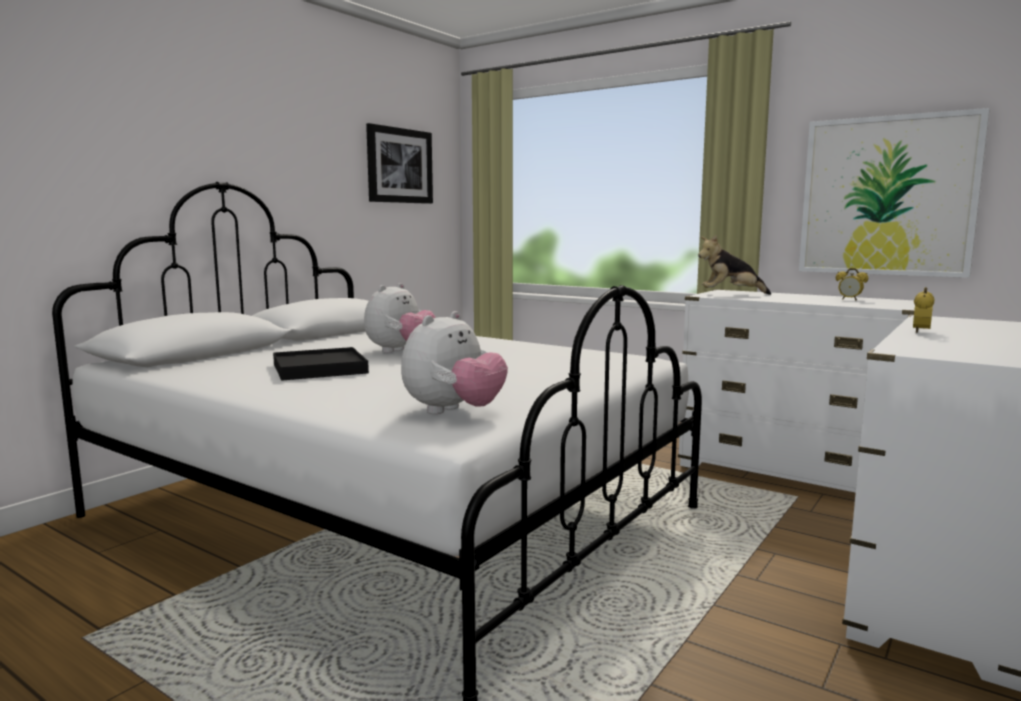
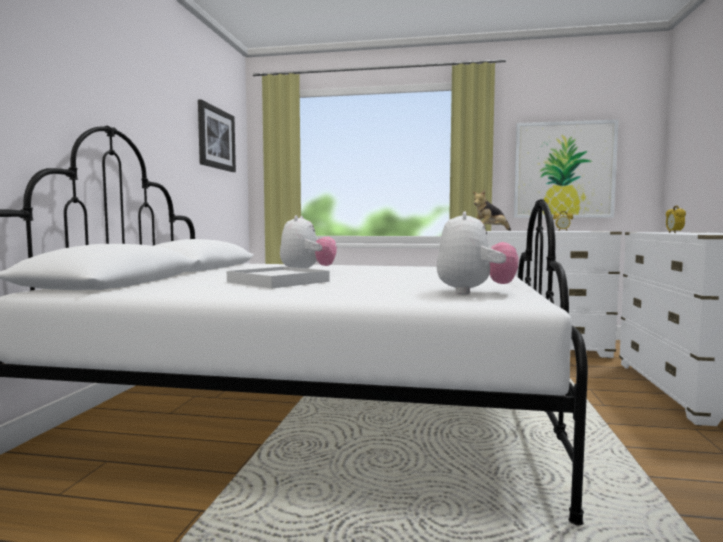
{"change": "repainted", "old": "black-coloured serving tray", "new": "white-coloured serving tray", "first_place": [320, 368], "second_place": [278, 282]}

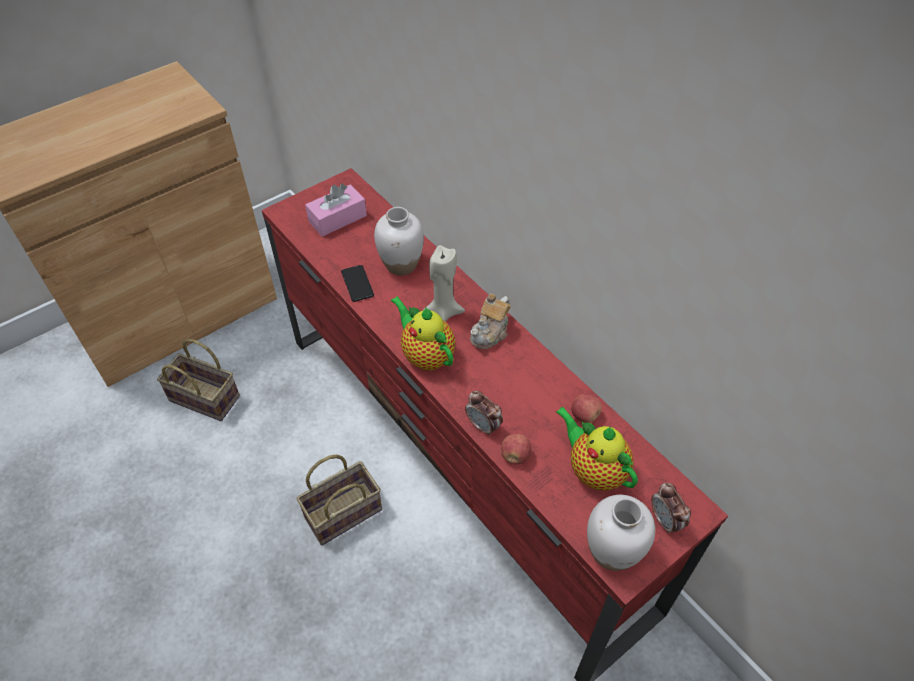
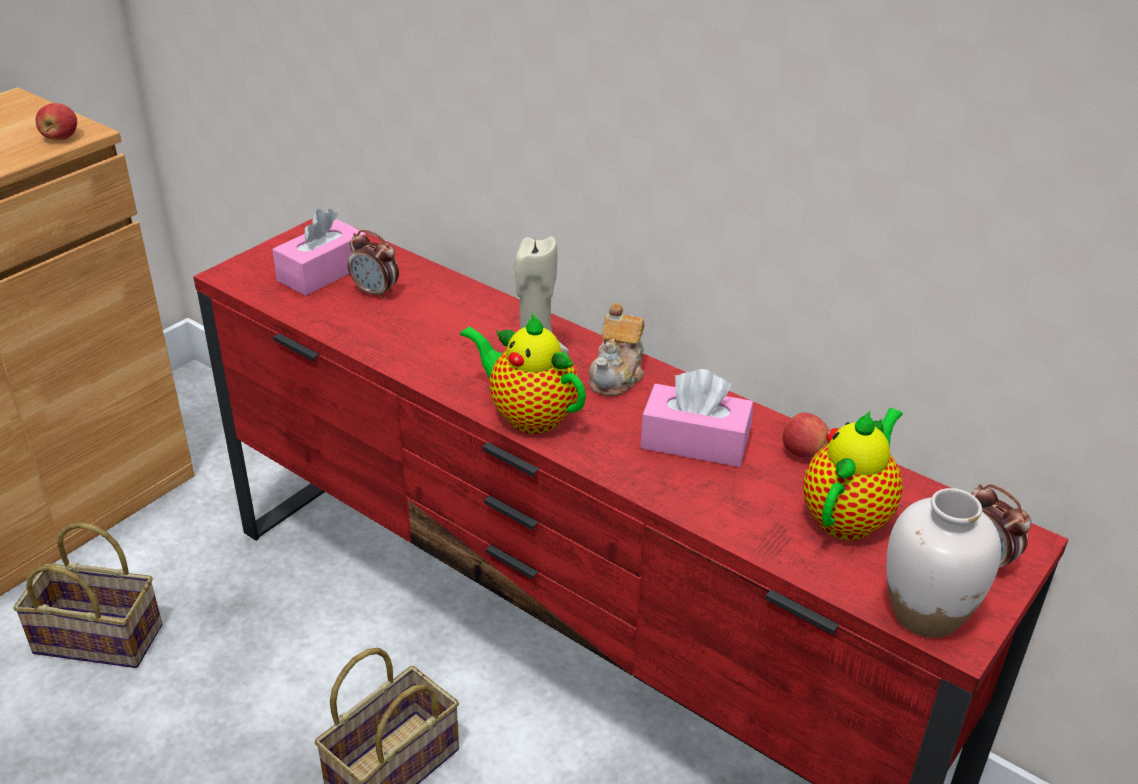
{"change": "gone", "old": "handset", "first_place": [357, 284]}
{"change": "gone", "old": "white-coloured decorative vase", "first_place": [401, 265]}
{"change": "new", "new": "pinkish tissue box", "second_place": [694, 442]}
{"change": "shifted", "old": "table clock", "first_place": [483, 426], "second_place": [375, 292]}
{"change": "shifted", "old": "apple fruit", "first_place": [515, 456], "second_place": [60, 138]}
{"change": "rotated", "old": "tea pot", "first_place": [594, 470], "second_place": [848, 516], "degrees": 90}

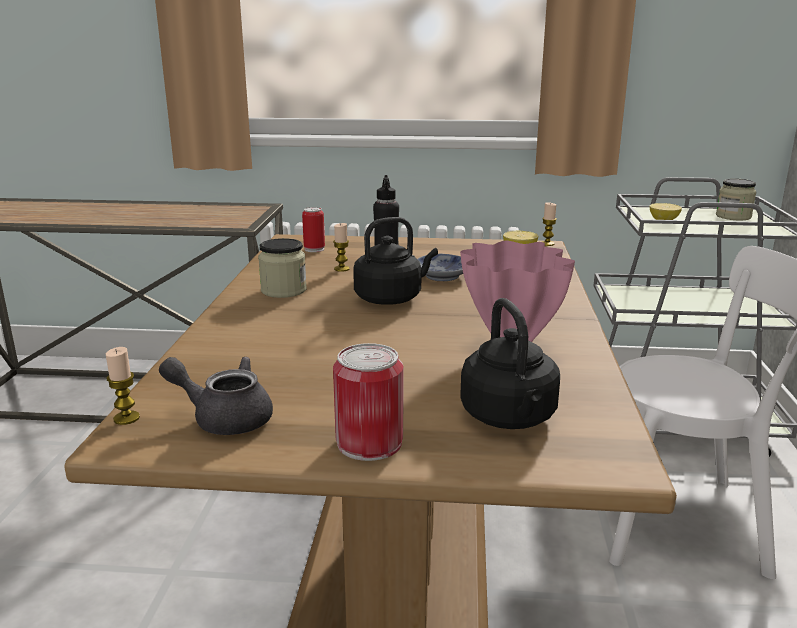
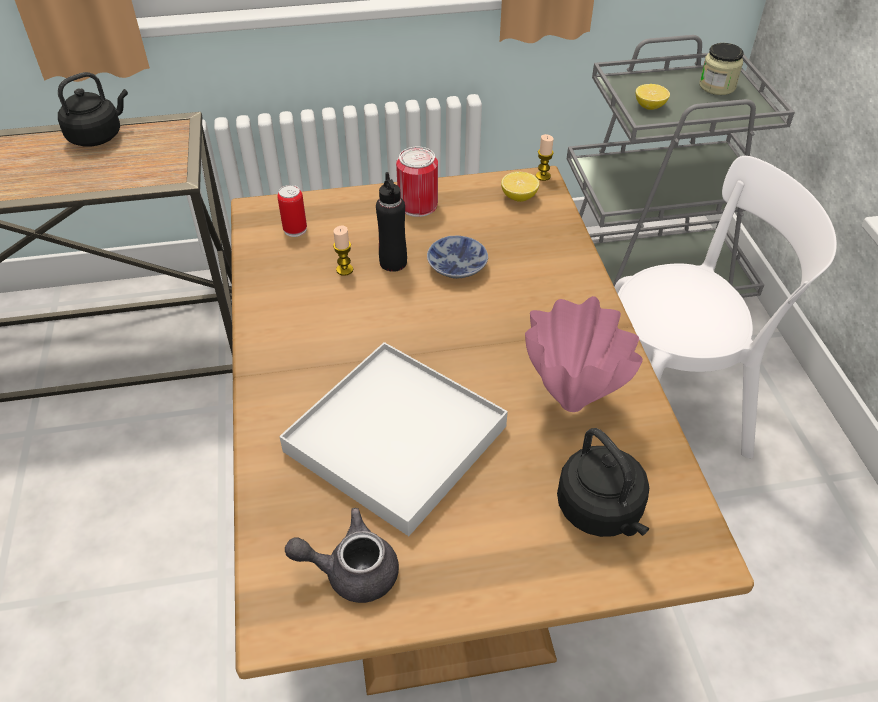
{"change": "gone", "old": "candle", "first_place": [126, 418]}
{"change": "gone", "old": "storage jar", "first_place": [283, 290]}
{"change": "new", "new": "white-coloured serving tray", "second_place": [395, 438]}
{"change": "shifted", "old": "can", "first_place": [369, 442], "second_place": [418, 205]}
{"change": "shifted", "old": "black-coloured tea kettle", "first_place": [391, 298], "second_place": [98, 136]}

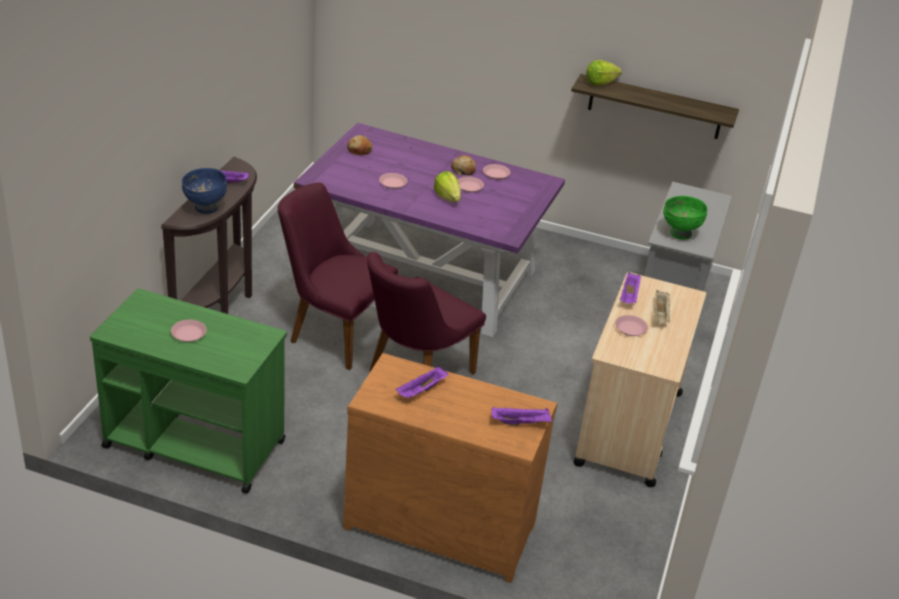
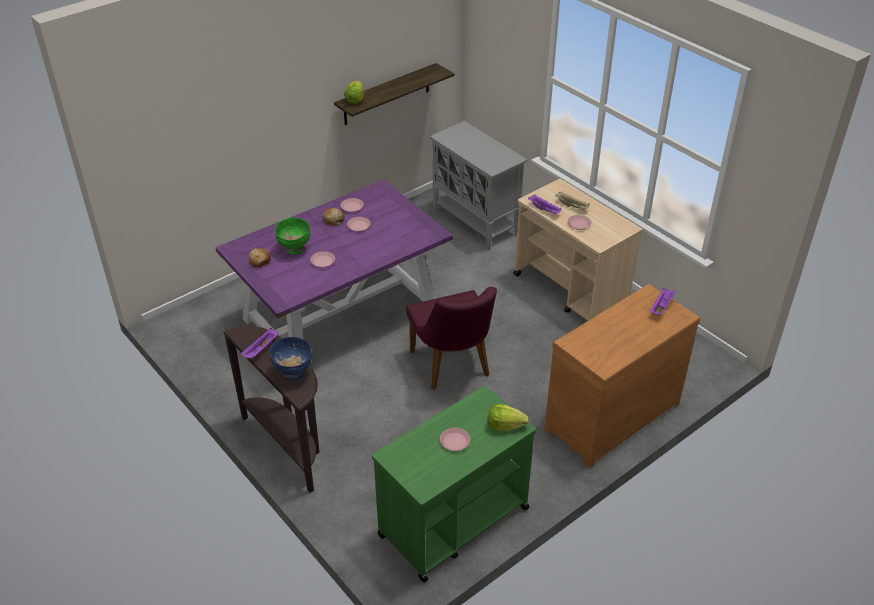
{"change": "gone", "old": "purple chair", "first_place": [332, 332]}
{"change": "gone", "old": "purple serving tray", "first_place": [421, 391]}
{"change": "shifted", "old": "lettuce head", "first_place": [447, 197], "second_place": [505, 426]}
{"change": "shifted", "old": "greenish serving bowl", "first_place": [680, 233], "second_place": [294, 249]}

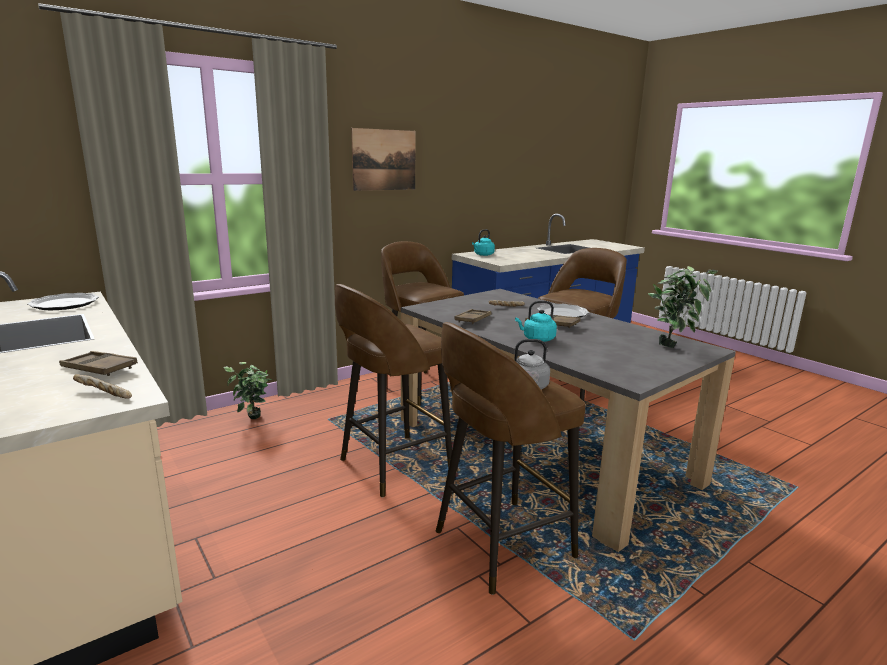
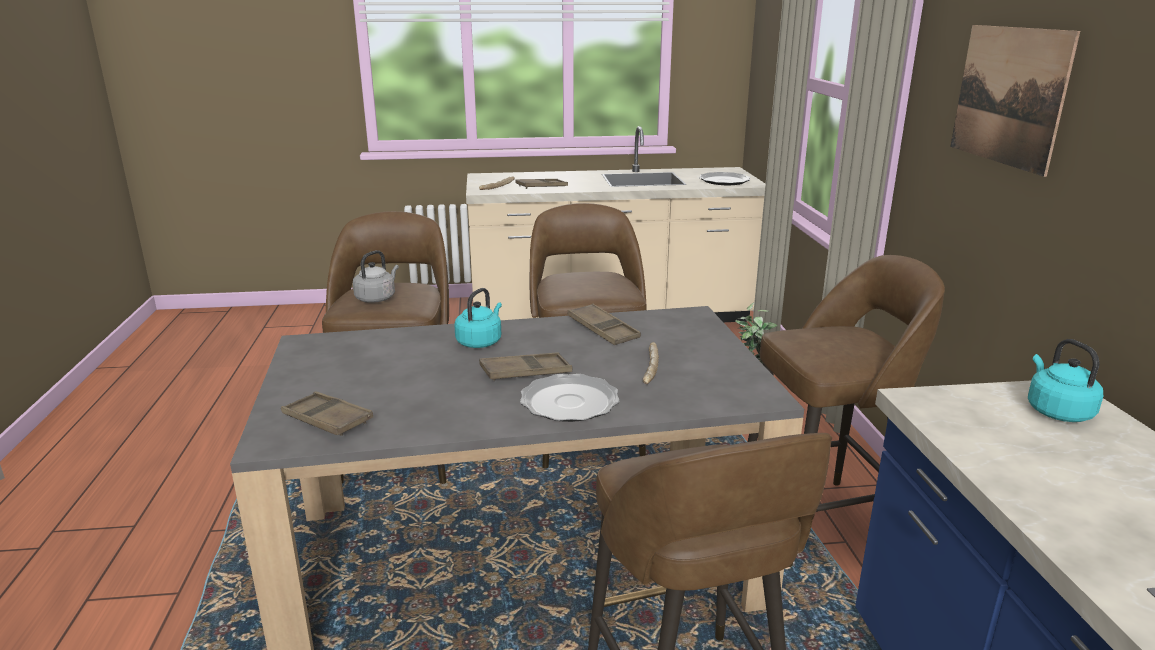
{"change": "swapped", "old": "houseplant", "new": "brown serving tray", "first_place": [672, 345], "second_place": [327, 420]}

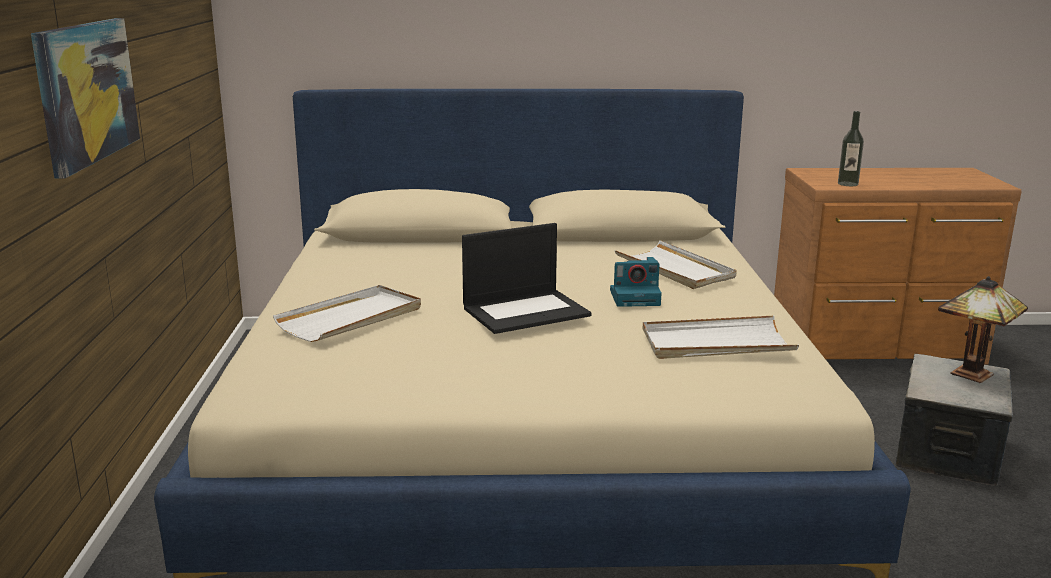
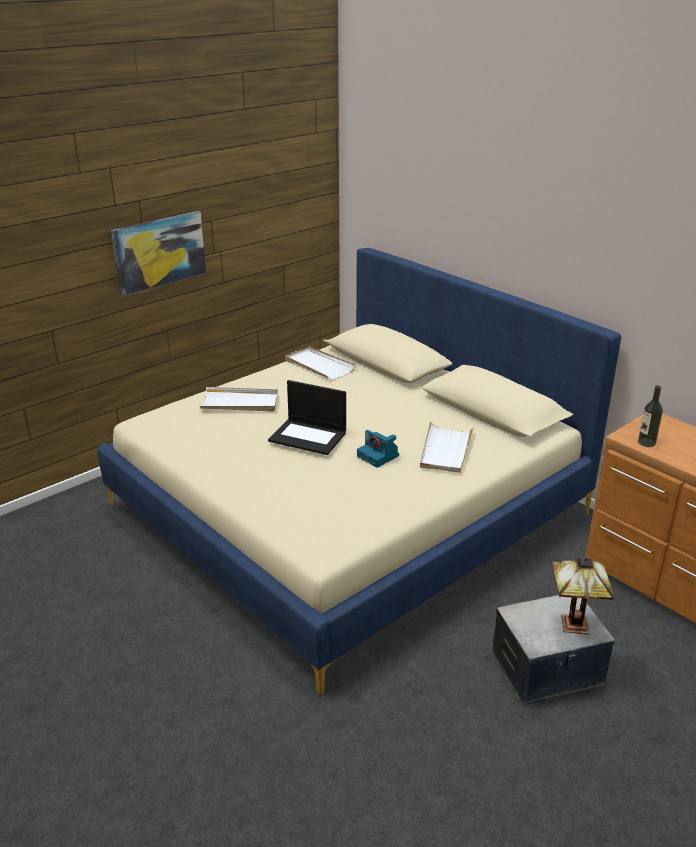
{"change": "shifted", "old": "white-coloured serving tray", "first_place": [716, 343], "second_place": [319, 366]}

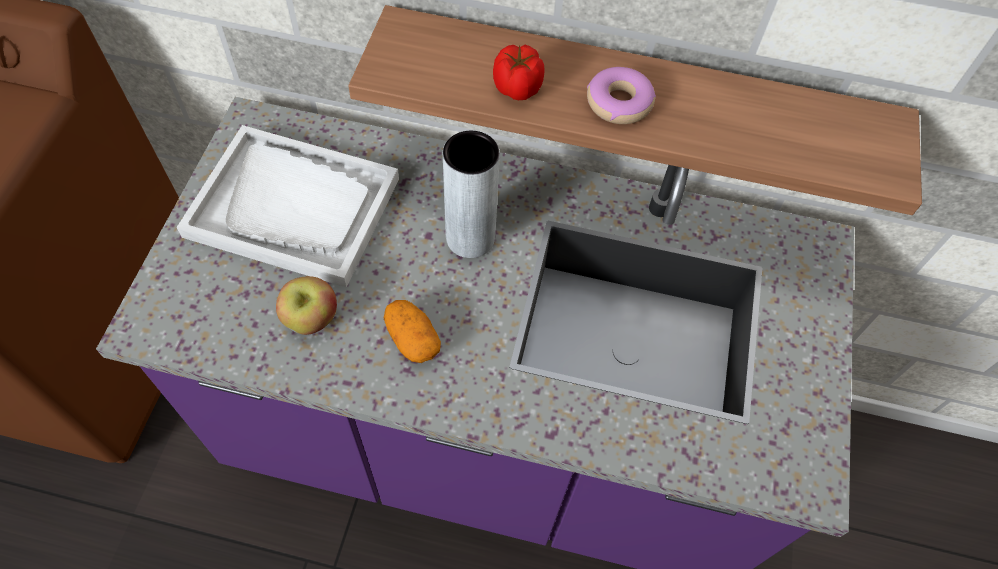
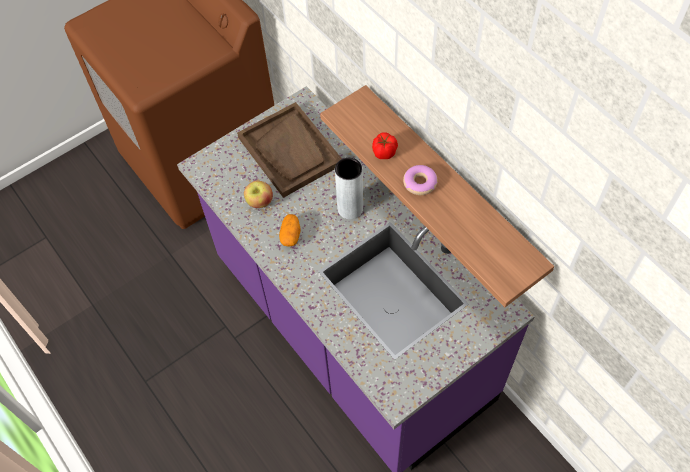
{"change": "repainted", "old": "white-coloured serving tray", "new": "brown serving tray", "first_place": [294, 207], "second_place": [290, 151]}

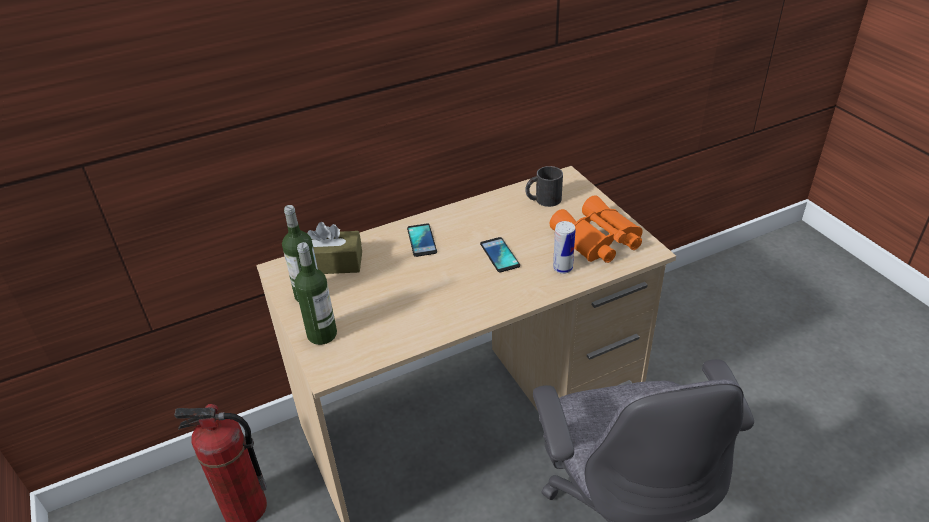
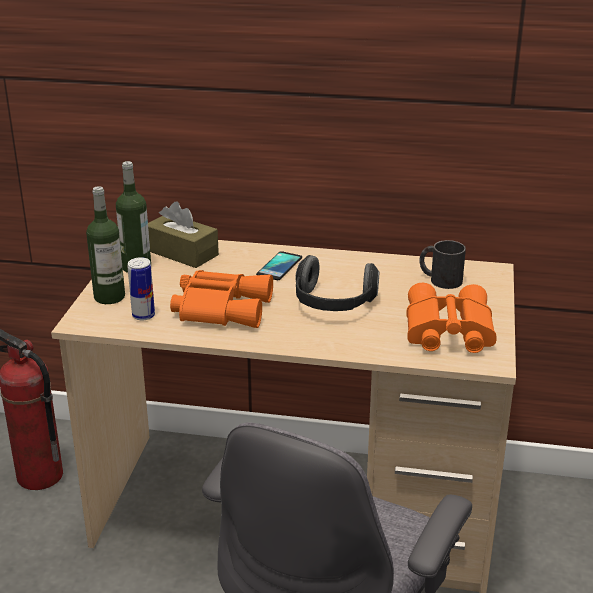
{"change": "new", "new": "orangey pair of binoculars", "second_place": [221, 307]}
{"change": "shifted", "old": "can", "first_place": [562, 268], "second_place": [143, 316]}
{"change": "swapped", "old": "handset", "new": "pair of headphones", "first_place": [499, 255], "second_place": [333, 304]}

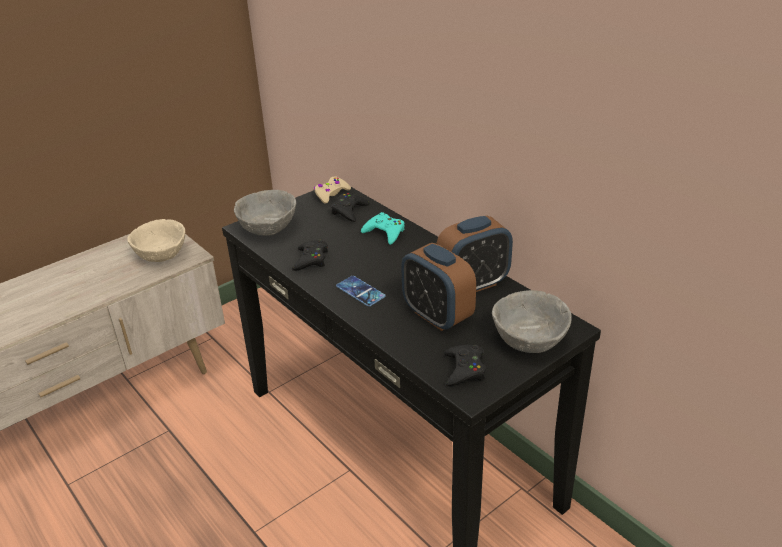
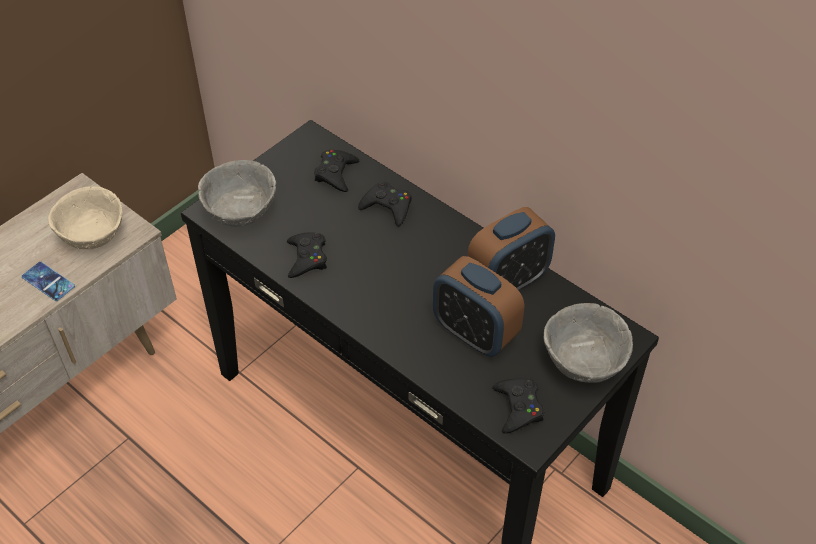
{"change": "gone", "old": "beige-coloured game controller", "first_place": [331, 194]}
{"change": "shifted", "old": "handset", "first_place": [360, 291], "second_place": [48, 281]}
{"change": "repainted", "old": "turquoise game controller", "new": "black-coloured game controller", "first_place": [385, 232], "second_place": [388, 207]}

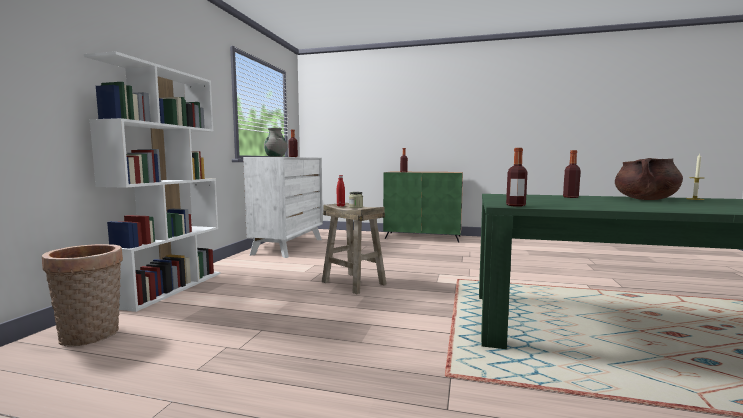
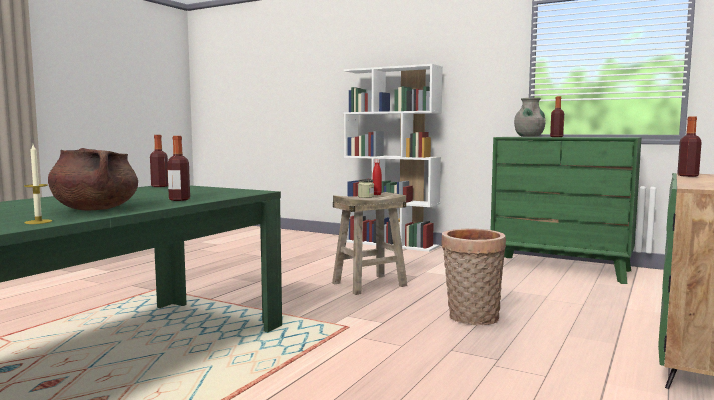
{"change": "shifted", "old": "household basket", "first_place": [91, 336], "second_place": [471, 319]}
{"change": "repainted", "old": "white-coloured drawer chest", "new": "greenish drawer chest", "first_place": [288, 246], "second_place": [560, 269]}

